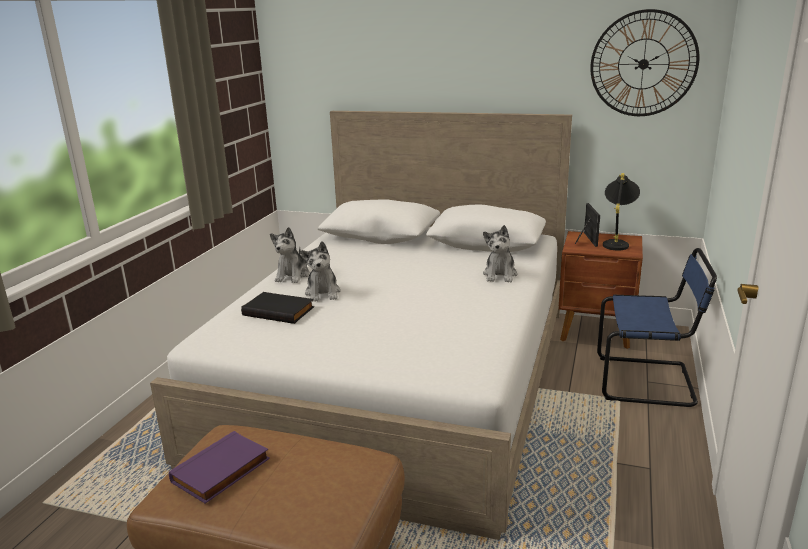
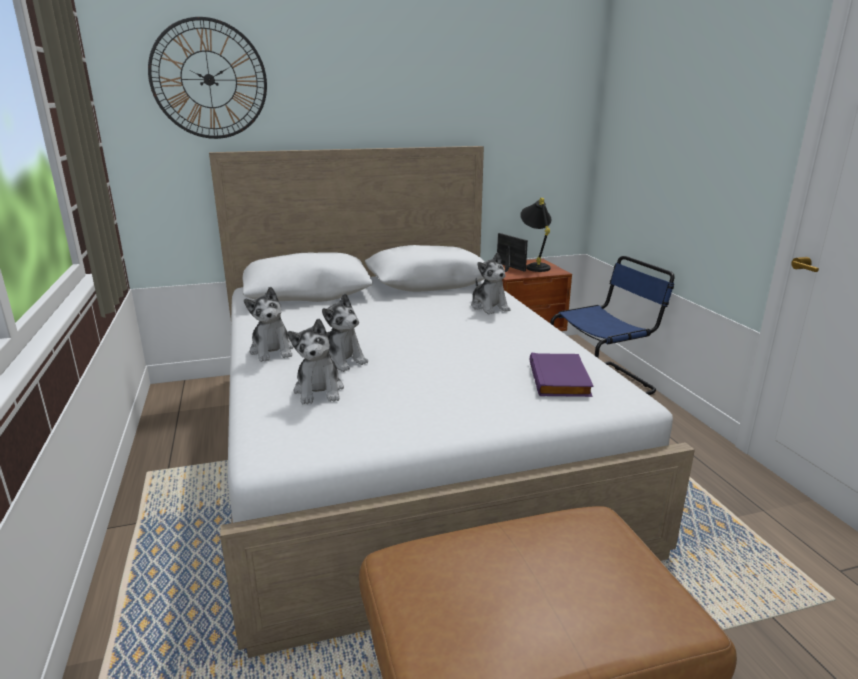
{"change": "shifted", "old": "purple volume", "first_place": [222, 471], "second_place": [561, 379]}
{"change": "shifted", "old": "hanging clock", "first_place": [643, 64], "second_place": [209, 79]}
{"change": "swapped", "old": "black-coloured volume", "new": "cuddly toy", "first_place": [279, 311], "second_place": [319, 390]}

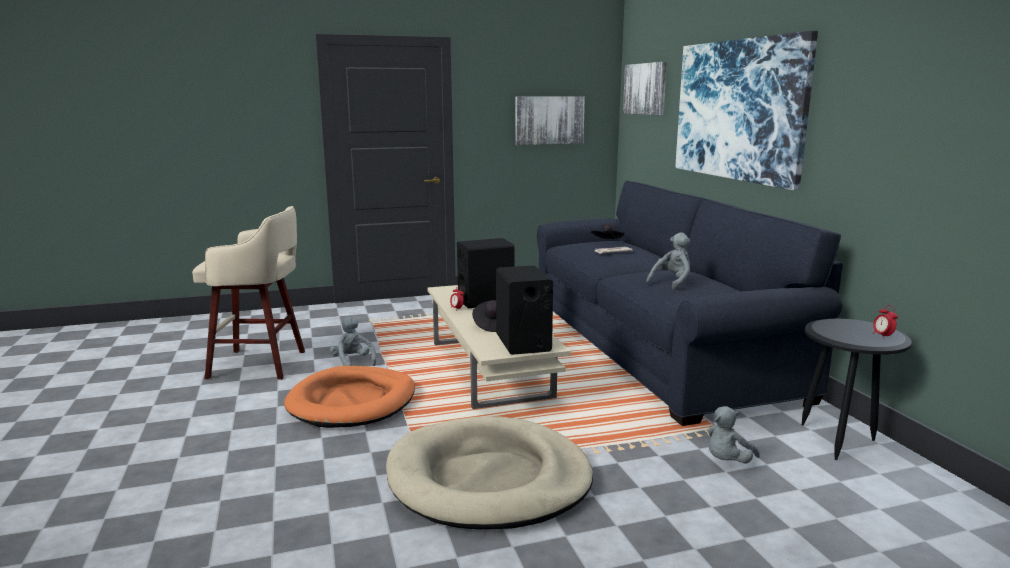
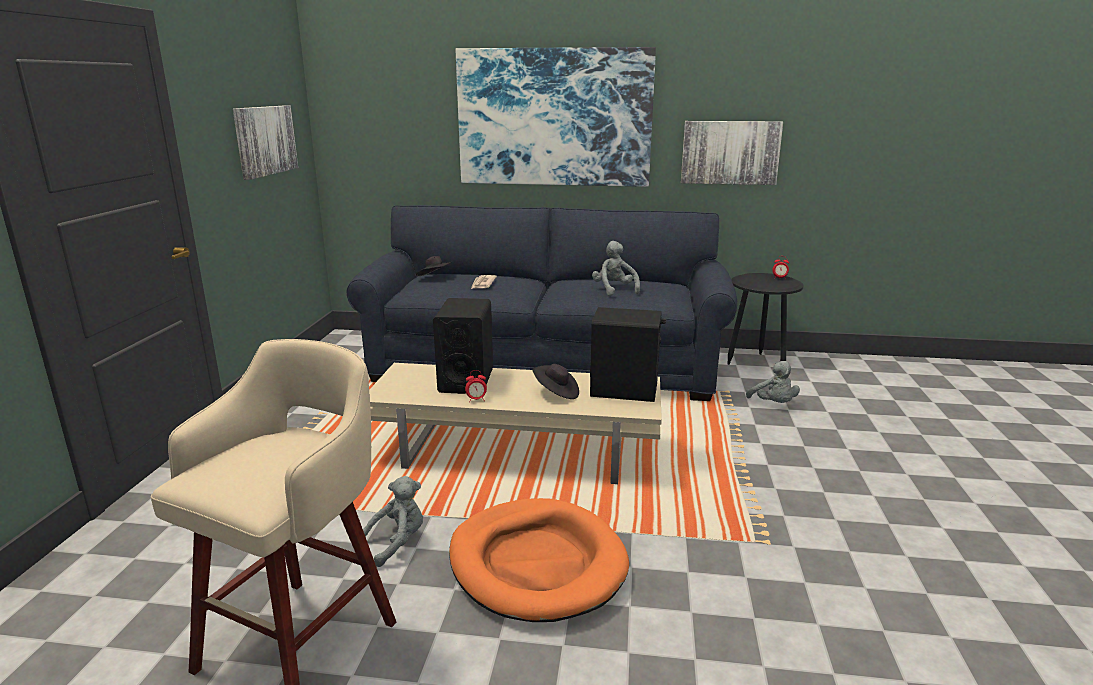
{"change": "gone", "old": "beige-coloured dog cushion", "first_place": [489, 479]}
{"change": "shifted", "old": "wall picture", "first_place": [645, 89], "second_place": [730, 152]}
{"change": "rotated", "old": "grey cuddly toy", "first_place": [353, 362], "second_place": [397, 542], "degrees": 150}

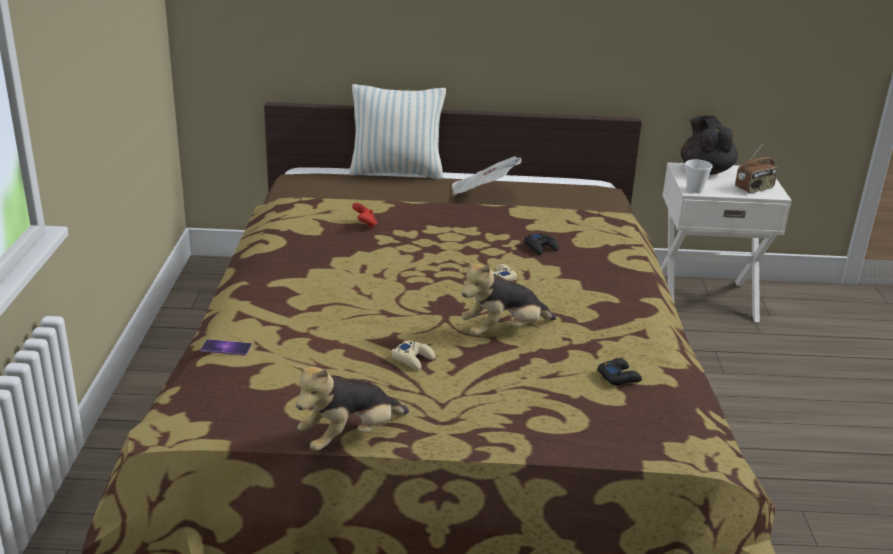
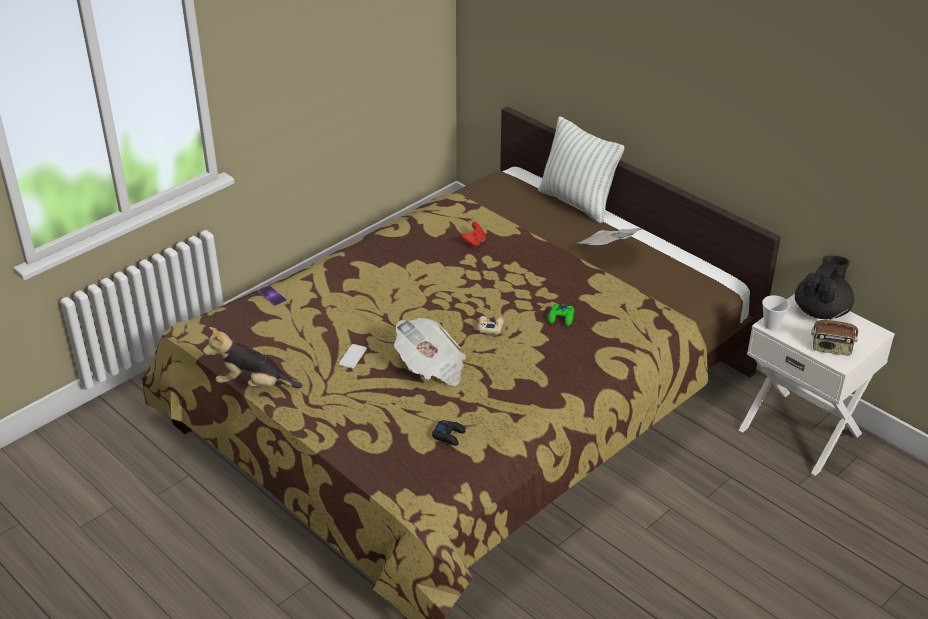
{"change": "swapped", "old": "beige-coloured game controller", "new": "handset", "first_place": [413, 359], "second_place": [352, 357]}
{"change": "swapped", "old": "cuddly toy", "new": "daily paper", "first_place": [503, 331], "second_place": [431, 367]}
{"change": "repainted", "old": "black-coloured game controller", "new": "greenish game controller", "first_place": [541, 247], "second_place": [561, 318]}

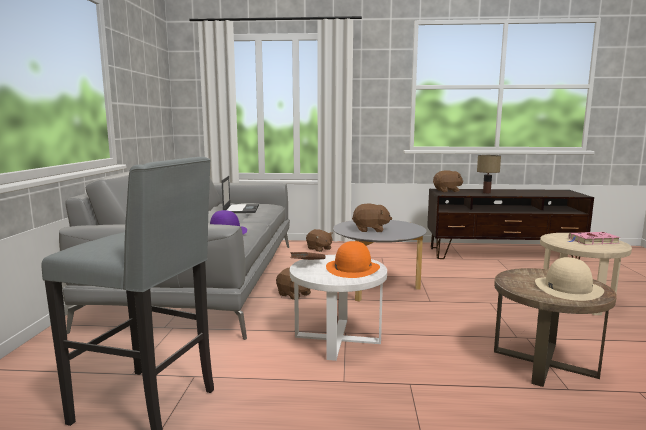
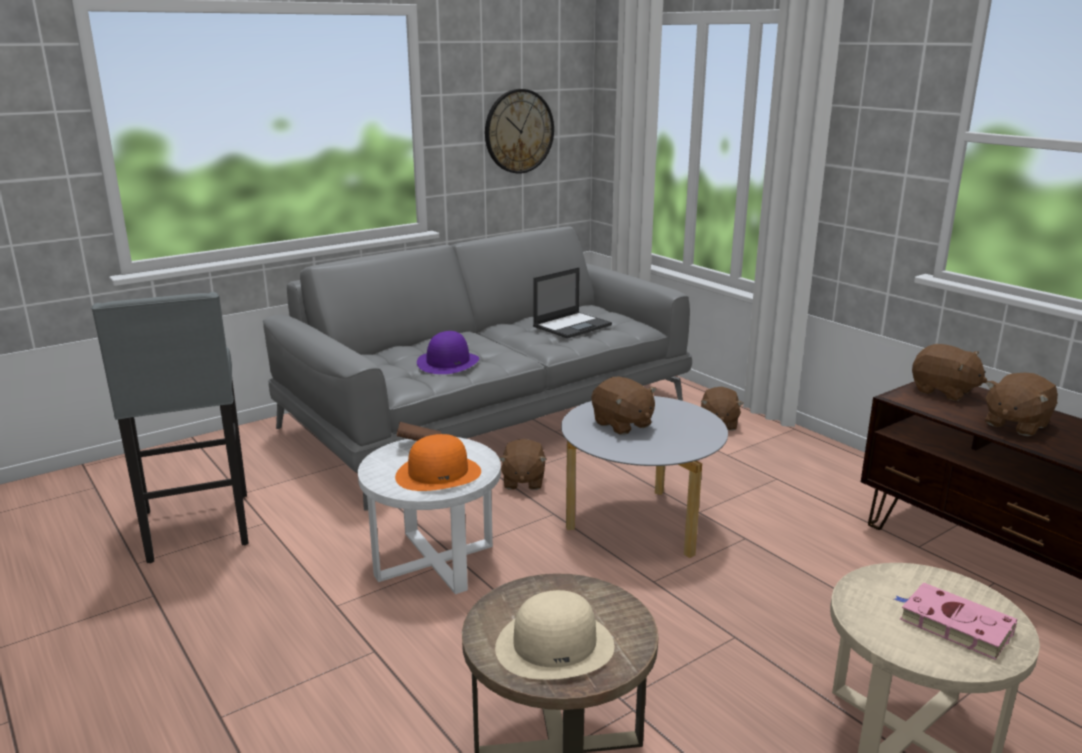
{"change": "new", "new": "hanging clock", "second_place": [519, 131]}
{"change": "swapped", "old": "tabletop lamp", "new": "brown cuddly toy", "first_place": [487, 192], "second_place": [1015, 424]}

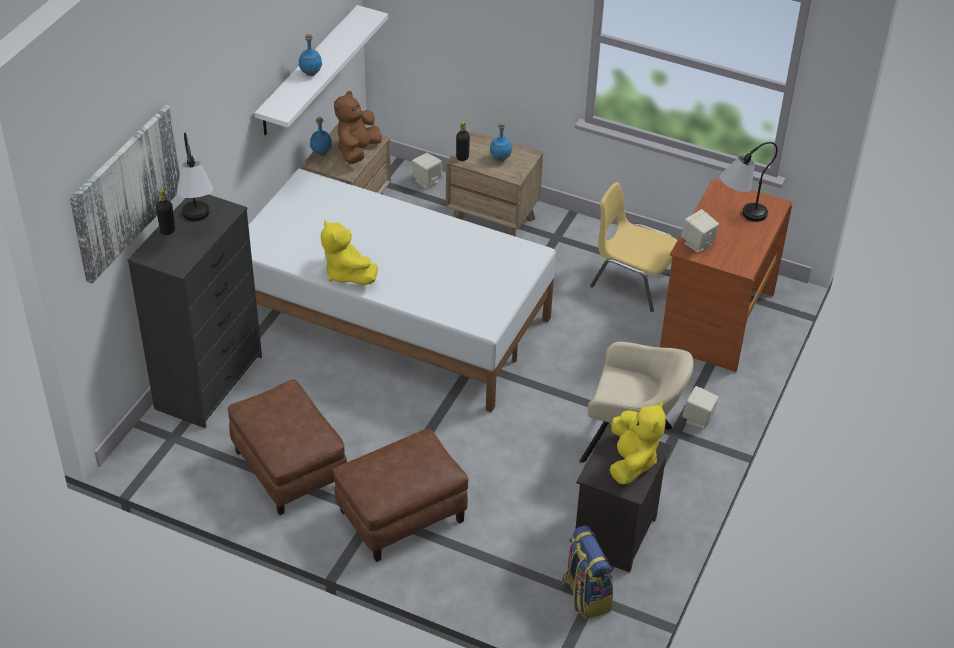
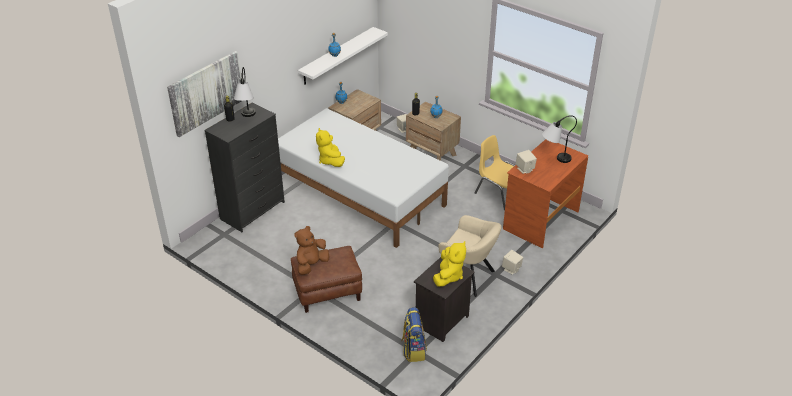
{"change": "gone", "old": "brown ottoman", "first_place": [289, 468]}
{"change": "shifted", "old": "brown cuddly toy", "first_place": [357, 151], "second_place": [311, 265]}

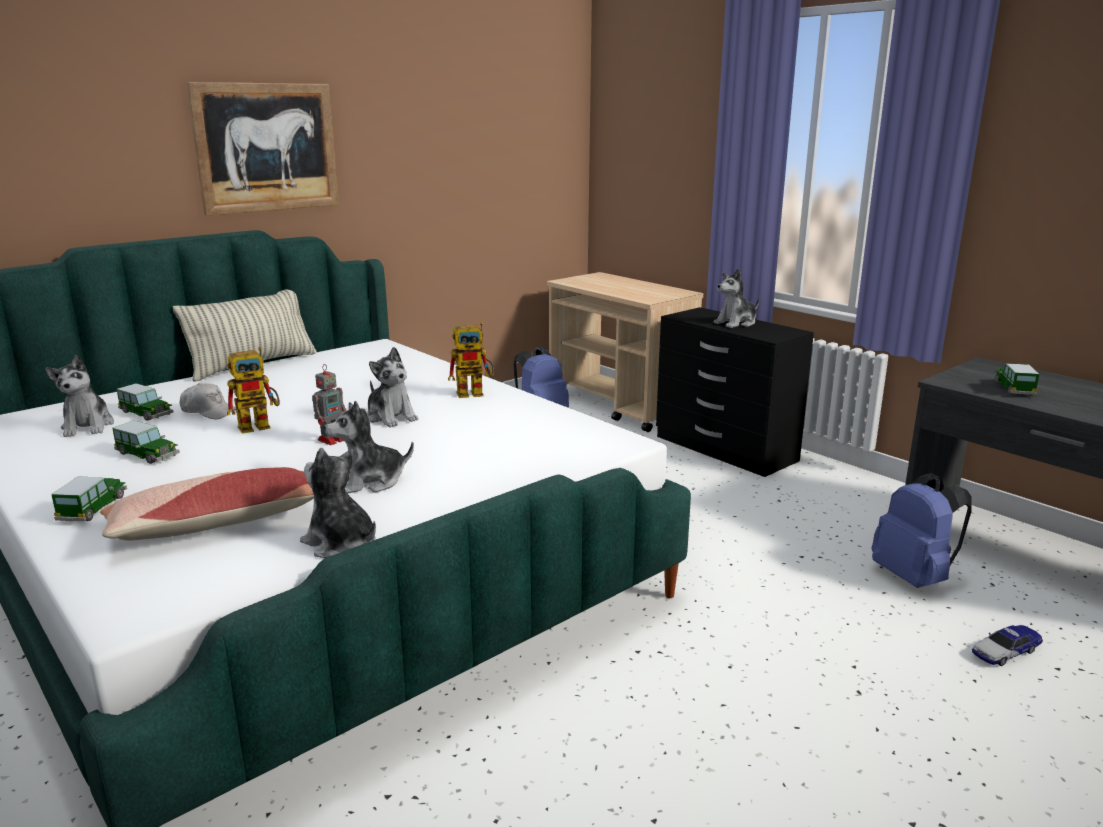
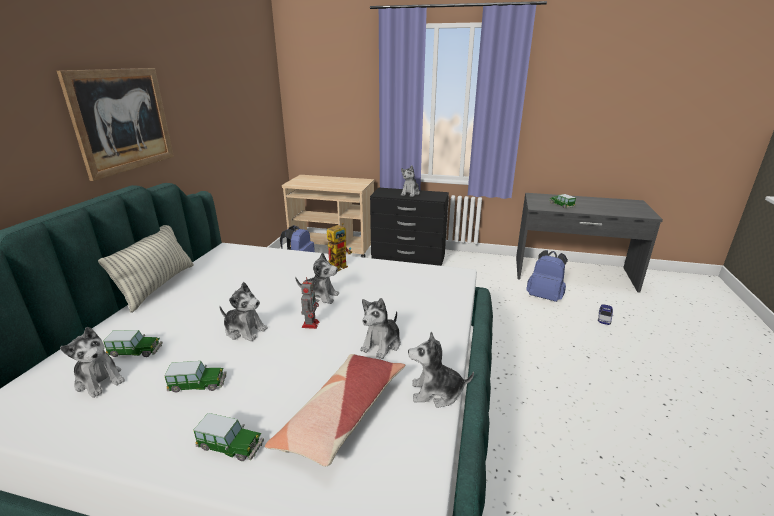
{"change": "gone", "old": "white-coloured cap", "first_place": [209, 411]}
{"change": "swapped", "old": "toy robot", "new": "cuddly toy", "first_place": [260, 425], "second_place": [245, 330]}
{"change": "rotated", "old": "model car", "first_place": [93, 508], "second_place": [231, 446], "degrees": 135}

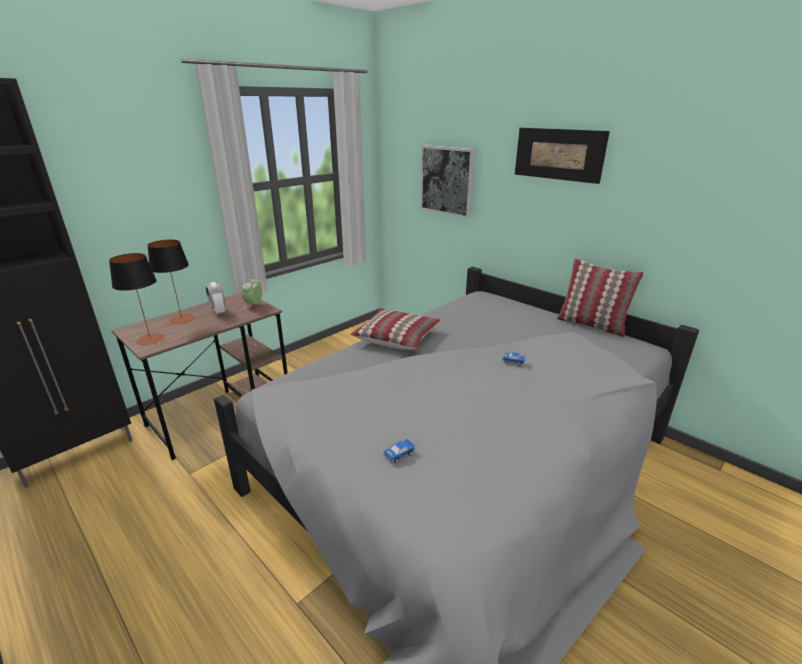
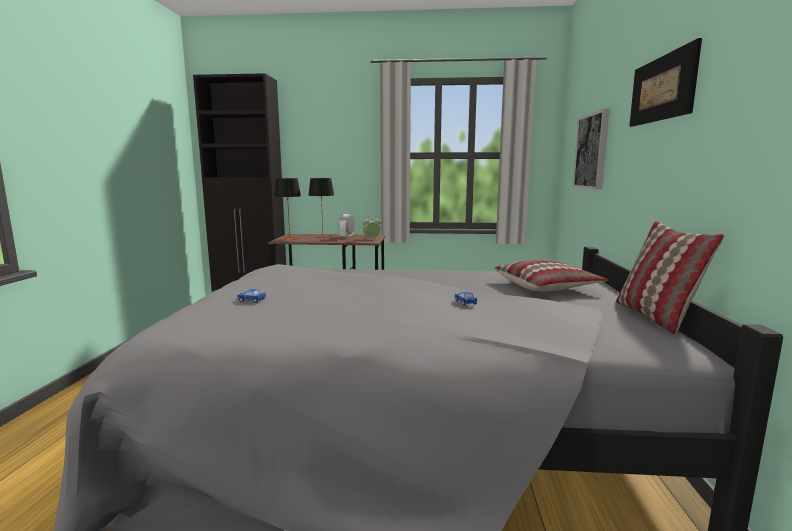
{"change": "shifted", "old": "throw pillow", "first_place": [397, 337], "second_place": [547, 286]}

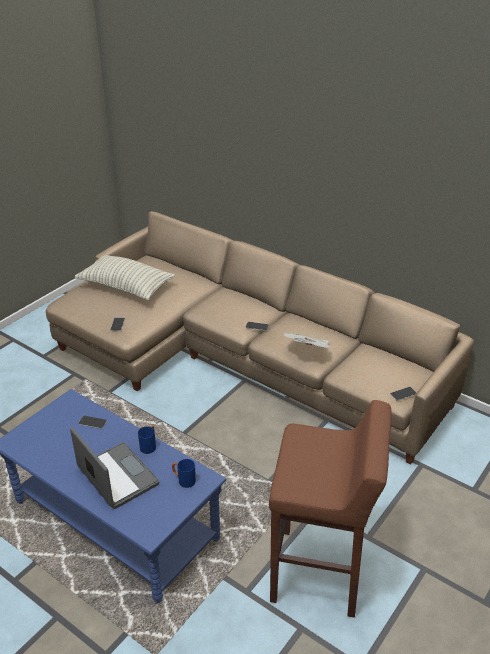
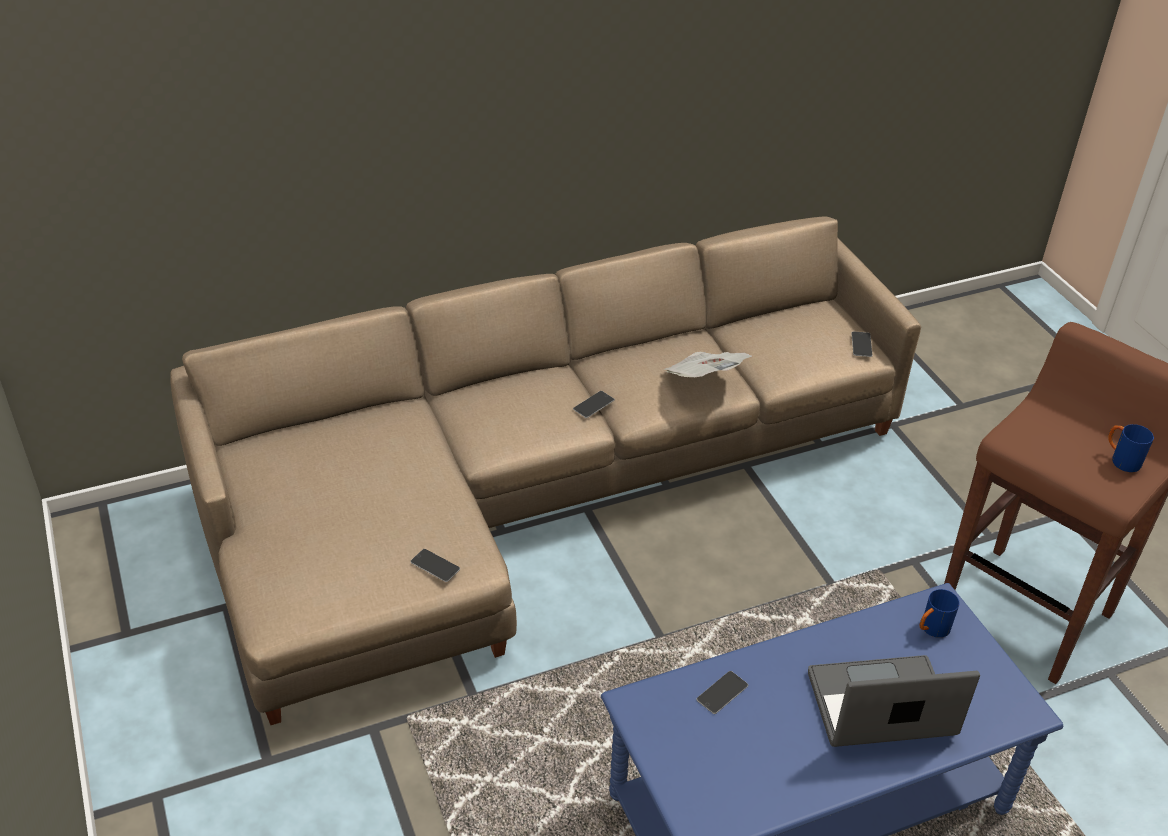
{"change": "gone", "old": "throw pillow", "first_place": [126, 287]}
{"change": "shifted", "old": "blue mug", "first_place": [149, 446], "second_place": [1121, 460]}

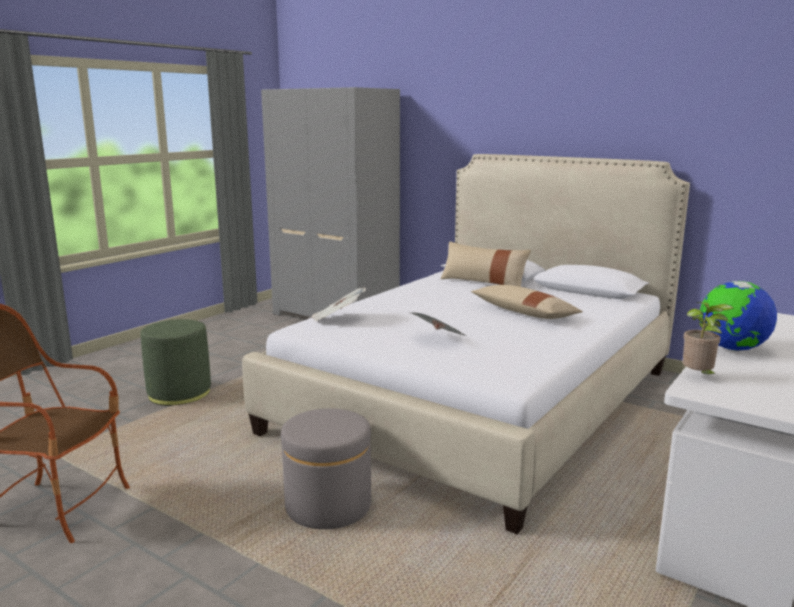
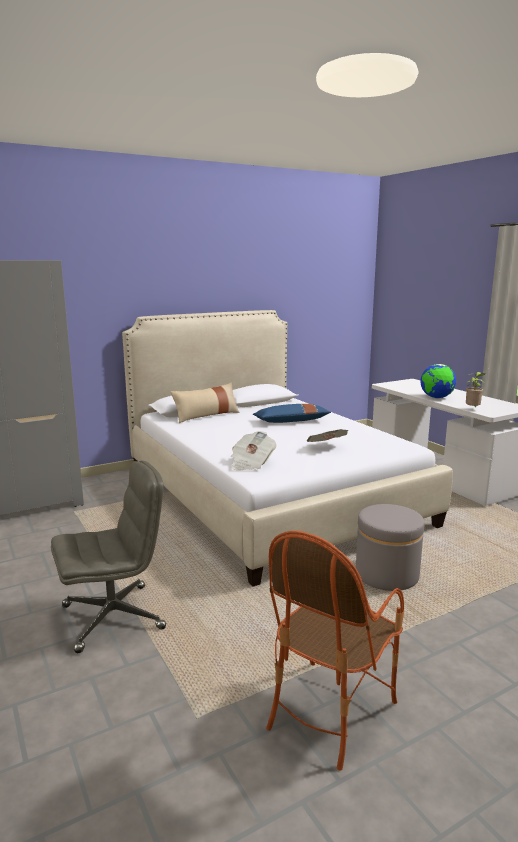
{"change": "swapped", "old": "greenish ottoman", "new": "grey computer chair", "first_place": [179, 393], "second_place": [114, 616]}
{"change": "repainted", "old": "beige-coloured throw pillow", "new": "blue throw pillow", "first_place": [524, 313], "second_place": [291, 421]}

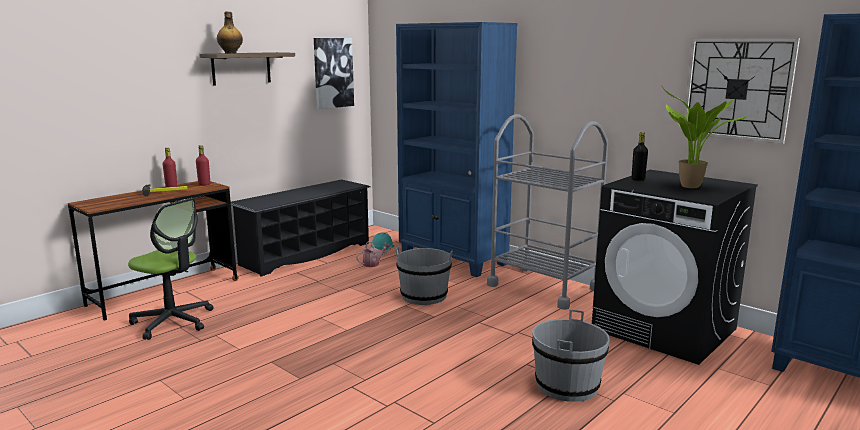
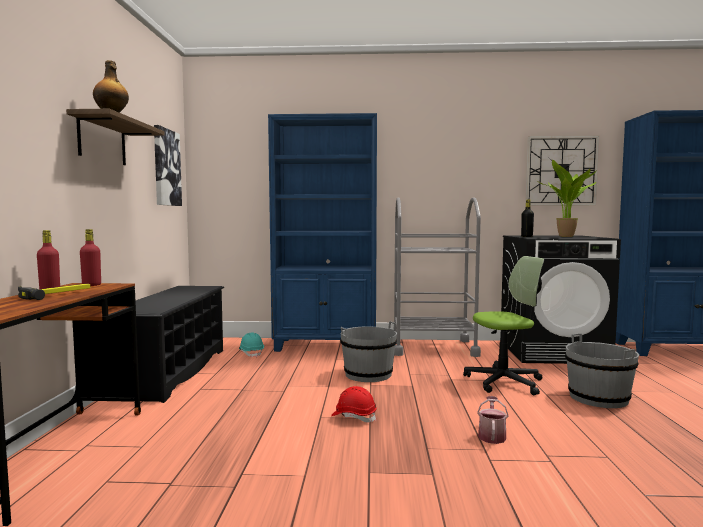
{"change": "new", "new": "red work helmet", "second_place": [354, 417]}
{"change": "shifted", "old": "computer chair", "first_place": [173, 321], "second_place": [504, 382]}
{"change": "shifted", "old": "watering can", "first_place": [373, 263], "second_place": [491, 435]}

